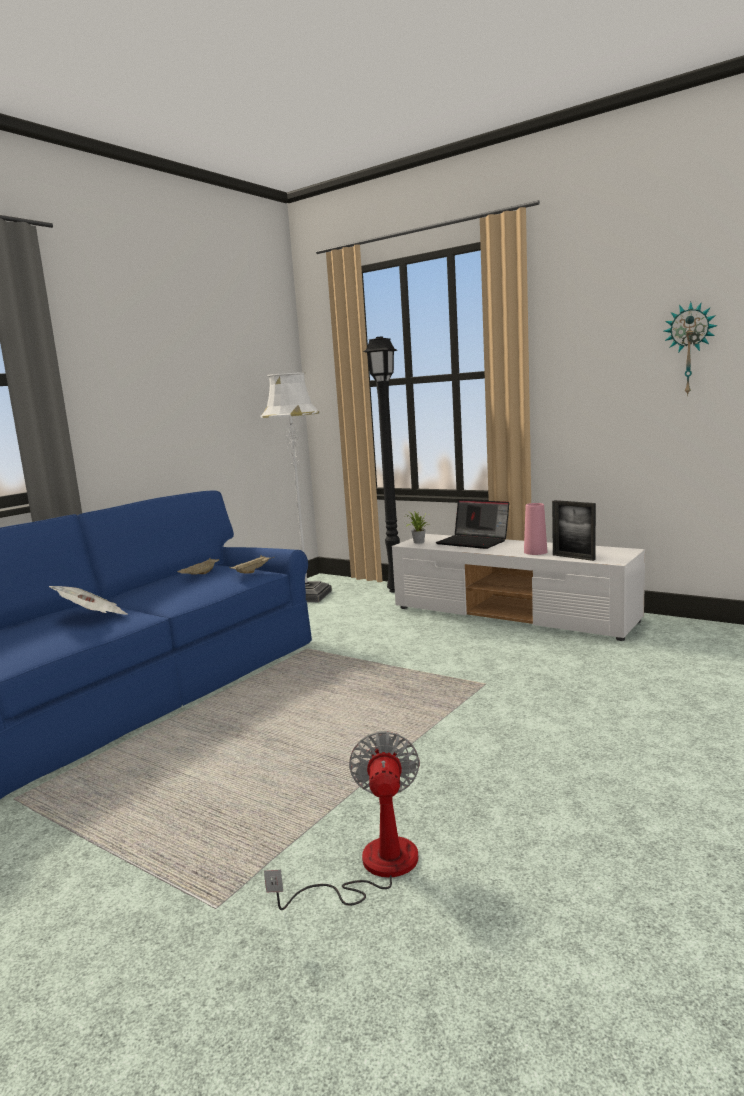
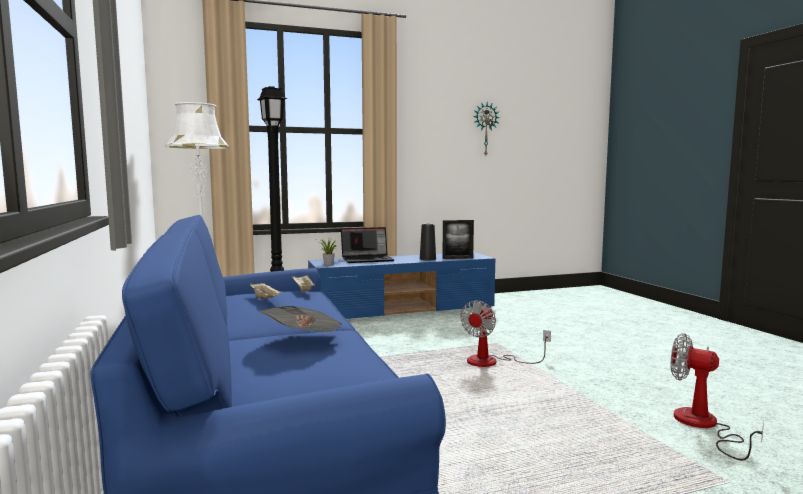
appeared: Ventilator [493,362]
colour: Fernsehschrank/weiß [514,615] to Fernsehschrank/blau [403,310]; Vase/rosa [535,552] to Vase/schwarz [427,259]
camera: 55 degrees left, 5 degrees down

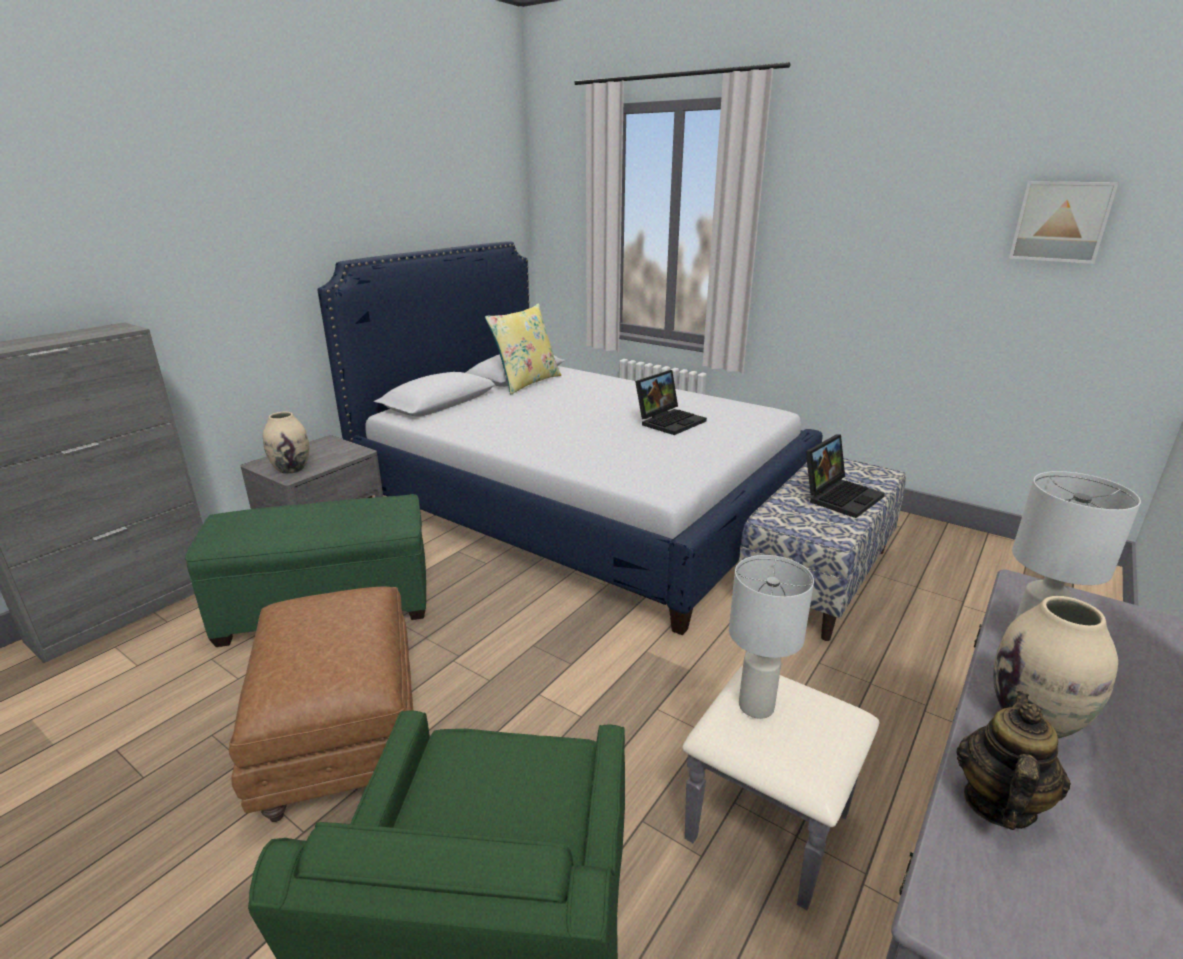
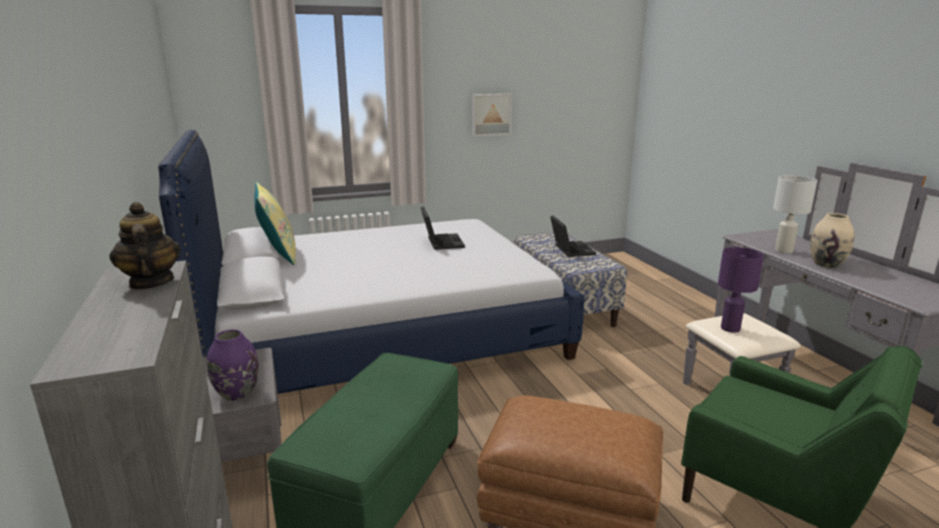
relocated: Teekanne [997,803] to [150,282]; Bild [1061,221] to [490,114]
colour: Vase/beige [291,469] to Vase/lila [237,393]; Tischlampe/weiß [755,706] to Tischlampe/lila [730,329]
camera: 55 degrees left, 5 degrees down

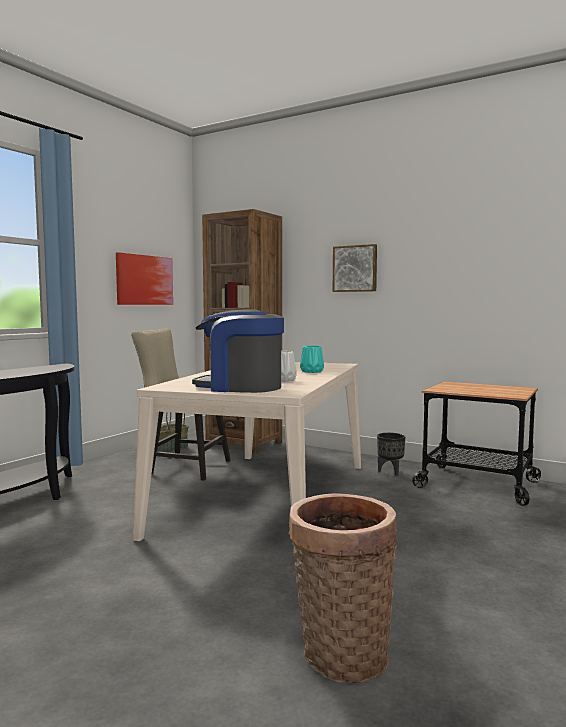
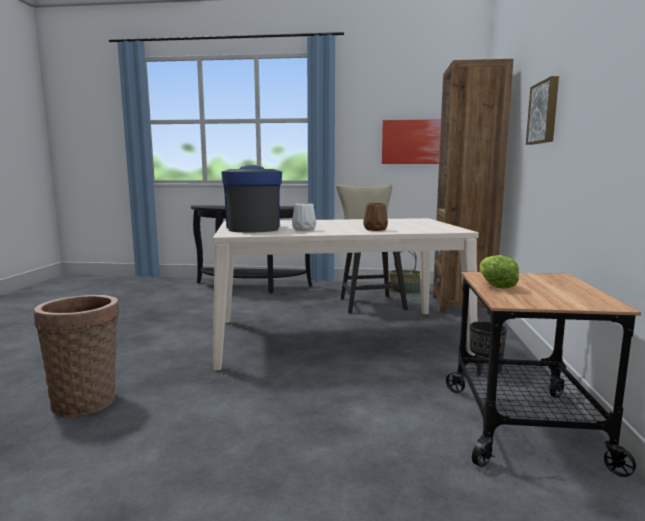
appeared: Salatkopf [495,285]
colour: Vase/türkis [312,371] to Vase/braun [376,229]
camera: 65 degrees right, 5 degrees up

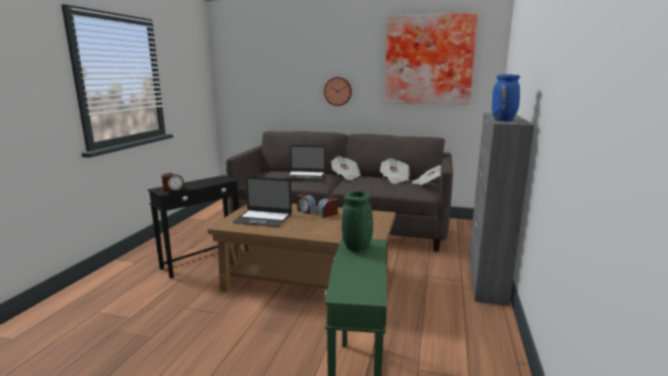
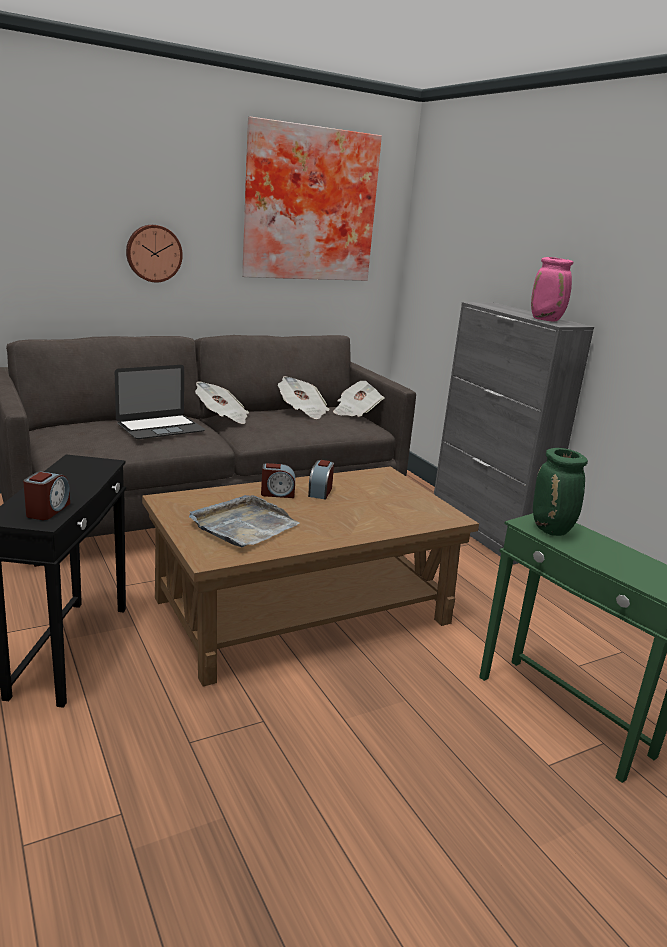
exchanged: Laptop [263,218] to Tablett/grau [243,525]
colour: Vase/blau [504,120] to Vase/rosa [546,320]
camera: 45 degrees left, 5 degrees up

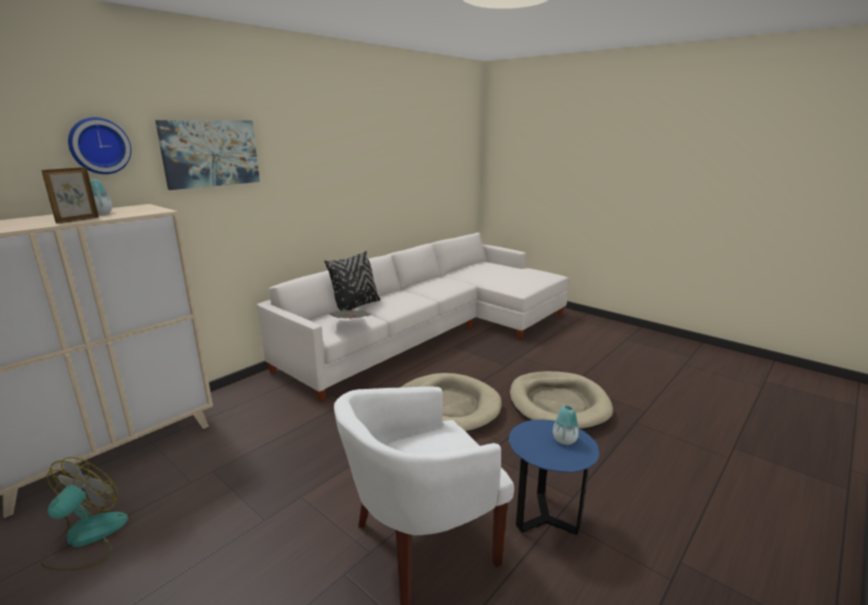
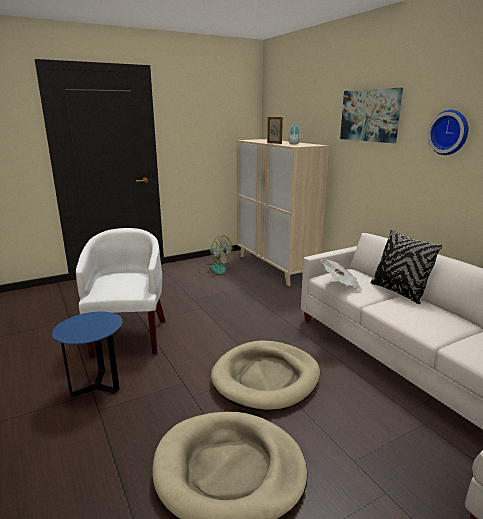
missing: Vase [564,440]
relocated: Wanduhr [99,146] to [450,132]
camera: 110 degrees right, 0 degrees up

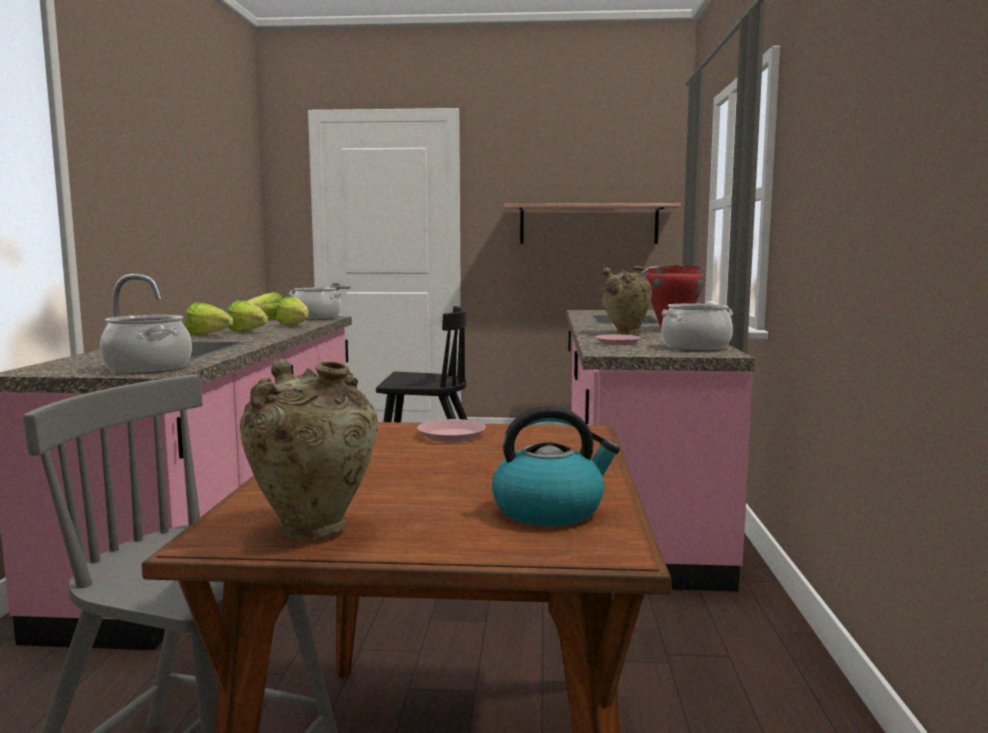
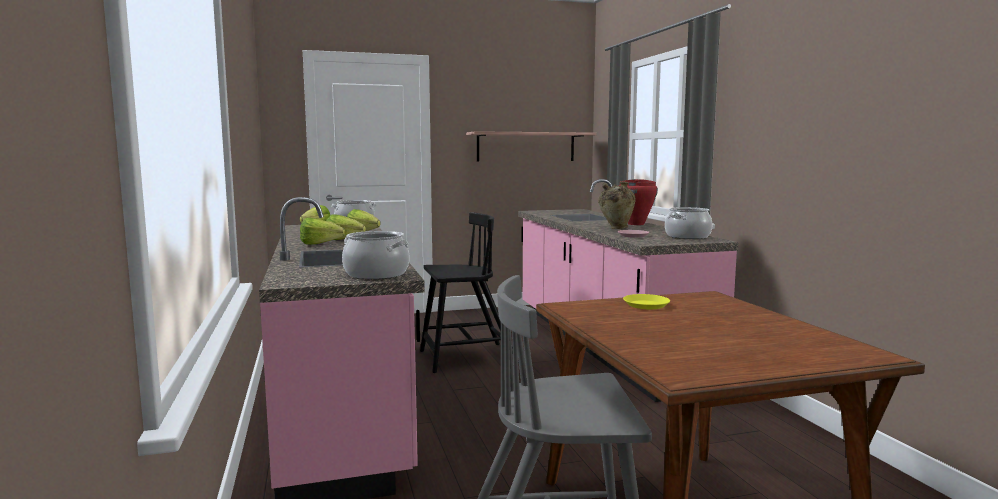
missing: Vase/beige [313,528]; Wasserkessel [550,510]
colour: Teller/rosa [452,435] to Teller/gelb [646,305]
camera: 20 degrees left, 0 degrees up

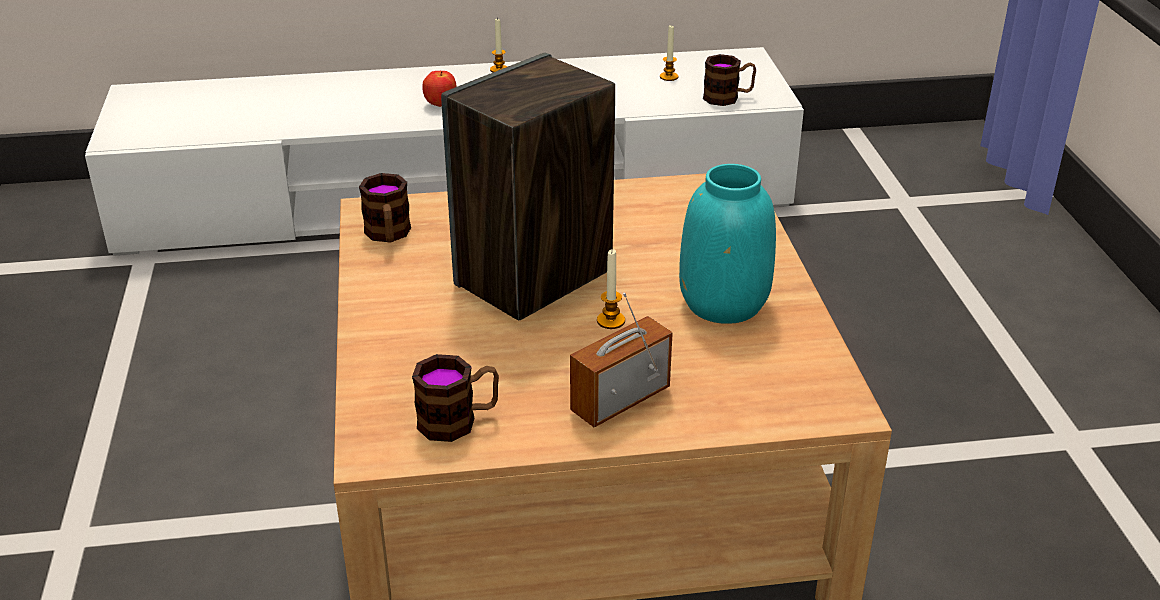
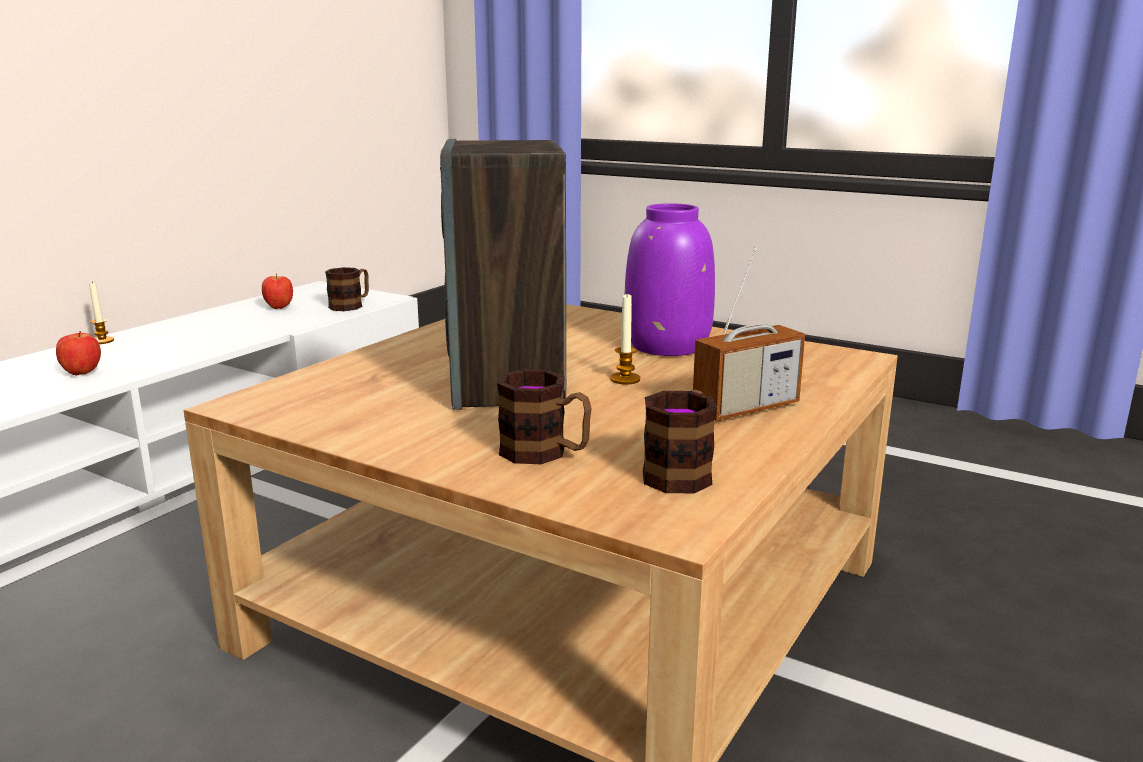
relocated: Henkelbecher [388,235] to [545,453]
exchanged: Kerze [669,77] to Apfel [278,308]
colour: Vase/türkis [725,304] to Vase/lila [668,346]
spun: Radio [620,400] = [746,408] 120 degrees counterclockwise
camera: 50 degrees left, 15 degrees down

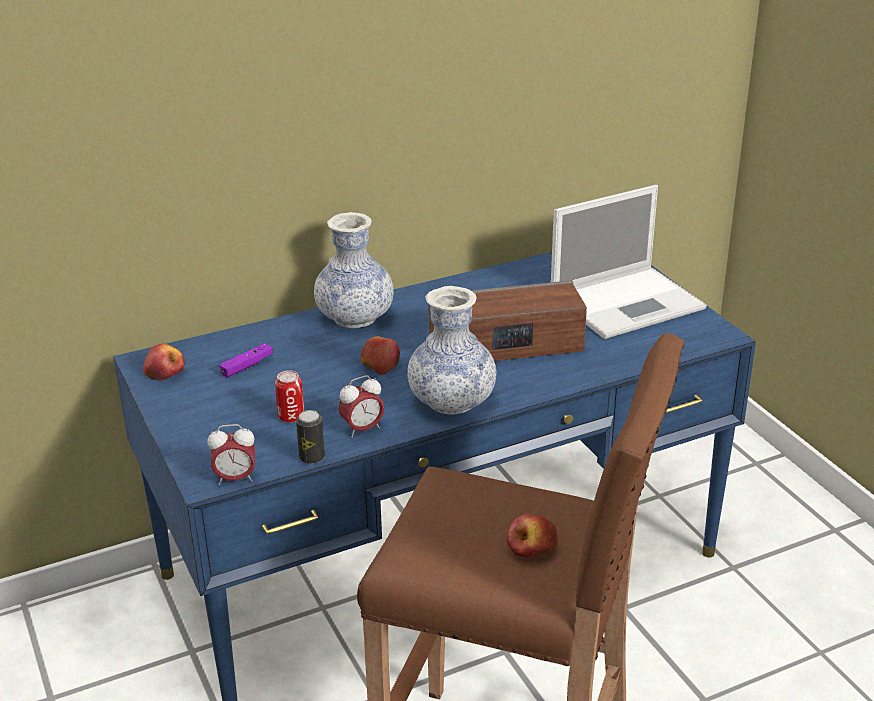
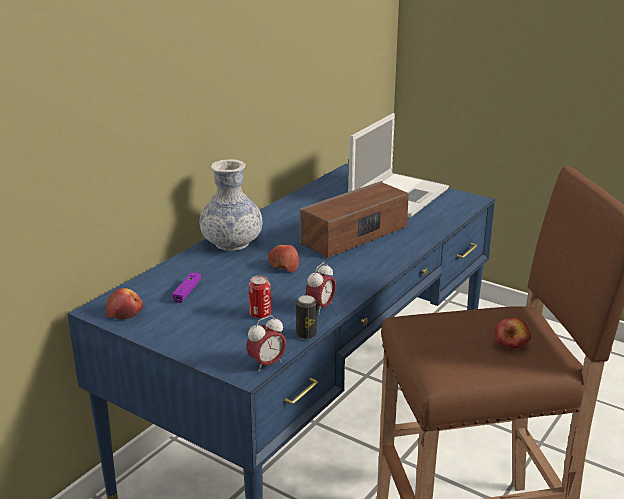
missing: Vase [451,401]
camera: 30 degrees left, 5 degrees down

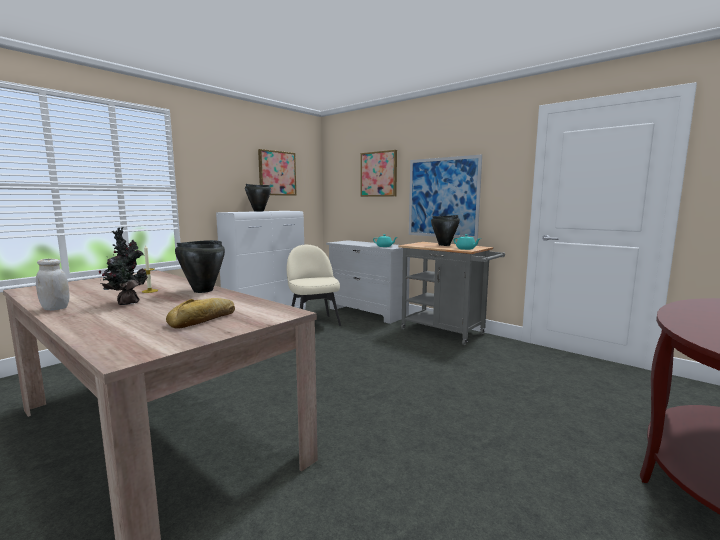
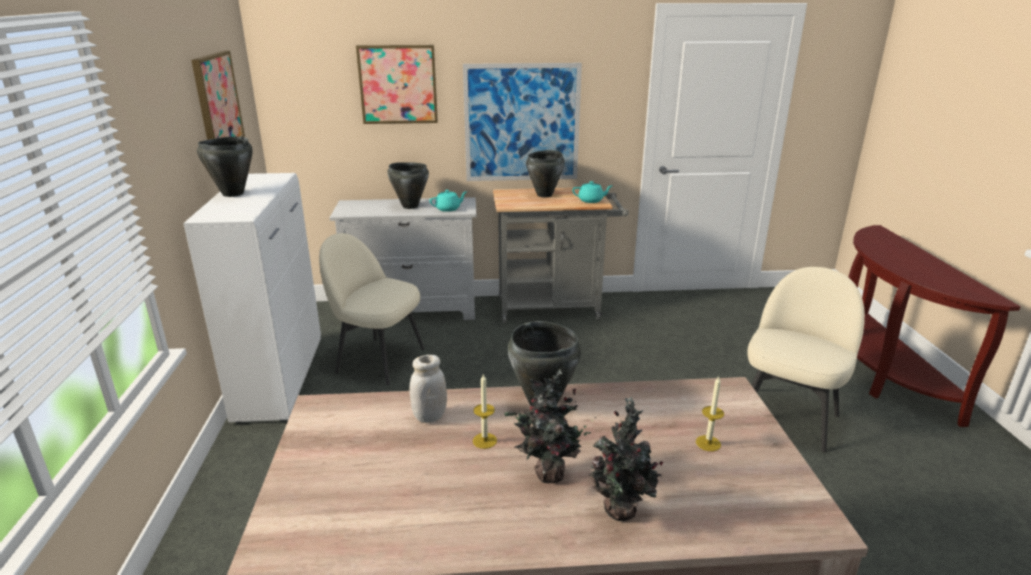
appeared: Kochtopf/schwarz [410,206]; Topfpflanze [621,513]; Stuhl/beige [788,417]
relocated: Vorratsglas/weiß [55,308] to [429,416]
exchanged: Brot [204,319] to Kerze [708,443]
camera: 45 degrees left, 15 degrees up

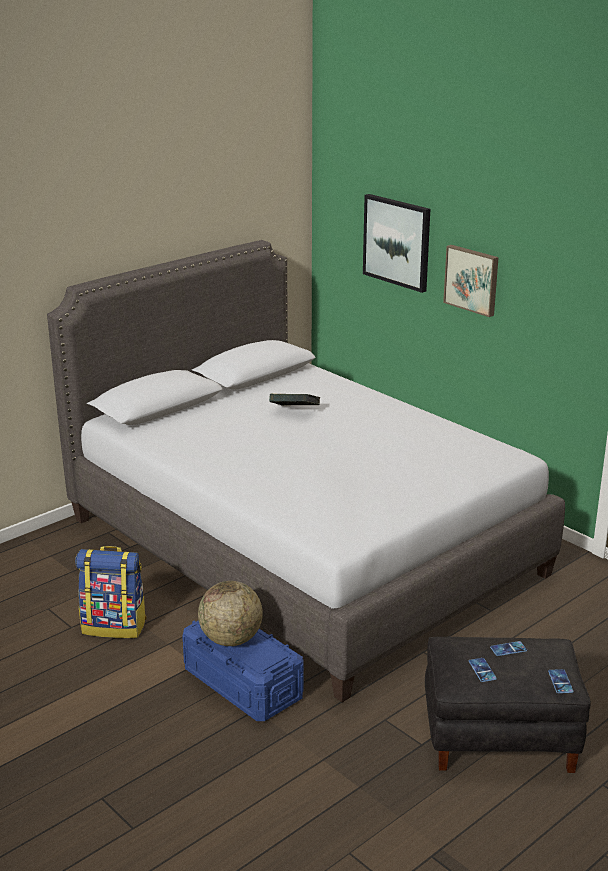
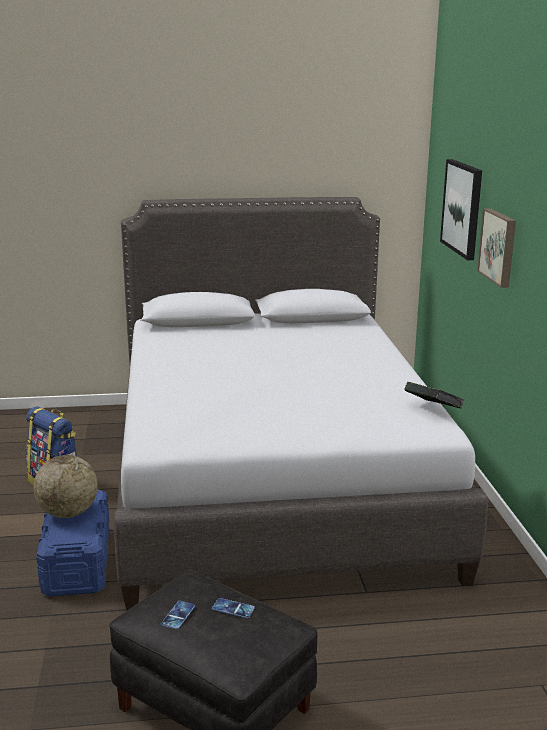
missing: Handy [560,681]
relocated: Buch [294,412] to [432,410]
camera: 35 degrees right, 5 degrees down

